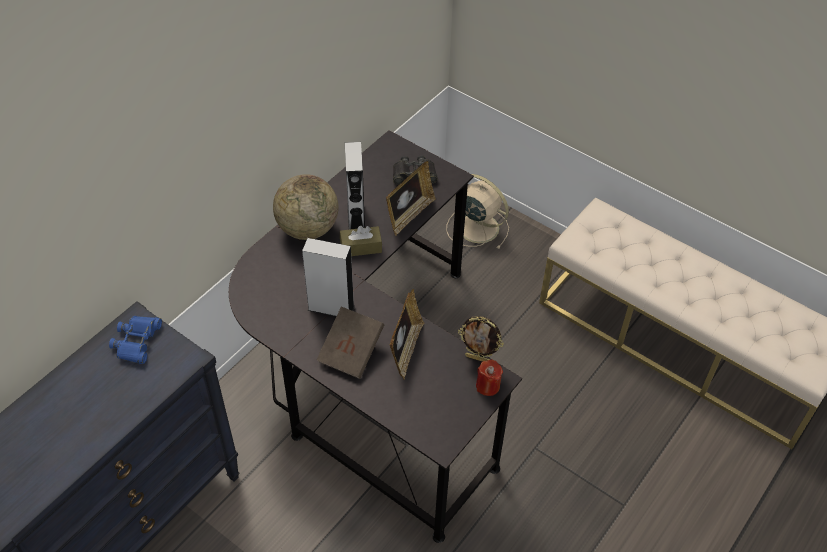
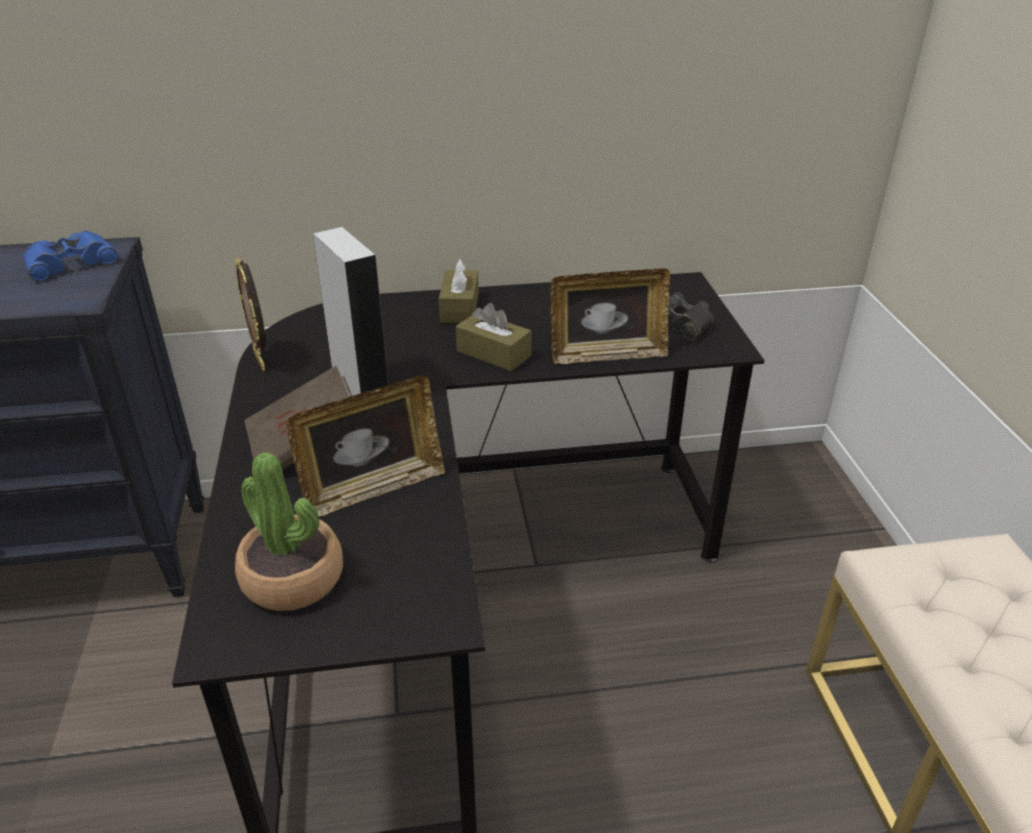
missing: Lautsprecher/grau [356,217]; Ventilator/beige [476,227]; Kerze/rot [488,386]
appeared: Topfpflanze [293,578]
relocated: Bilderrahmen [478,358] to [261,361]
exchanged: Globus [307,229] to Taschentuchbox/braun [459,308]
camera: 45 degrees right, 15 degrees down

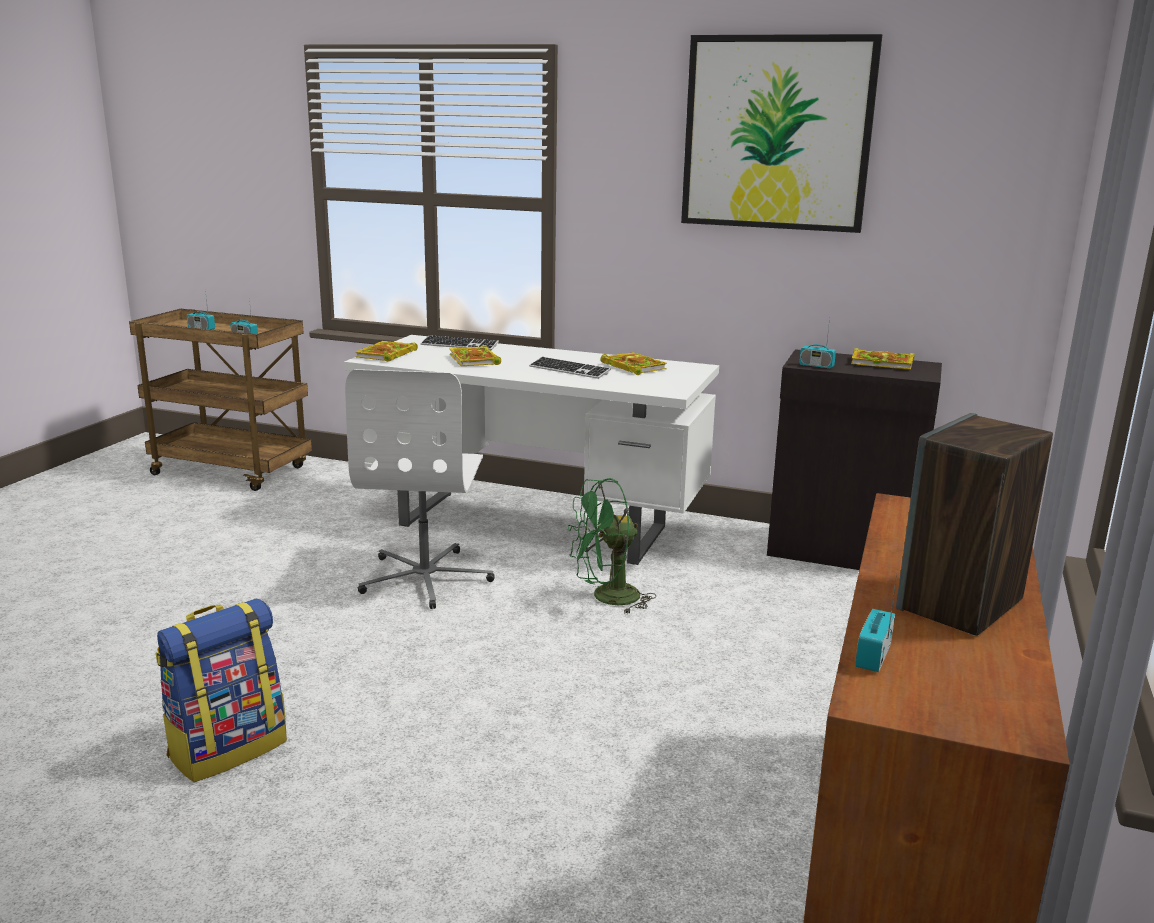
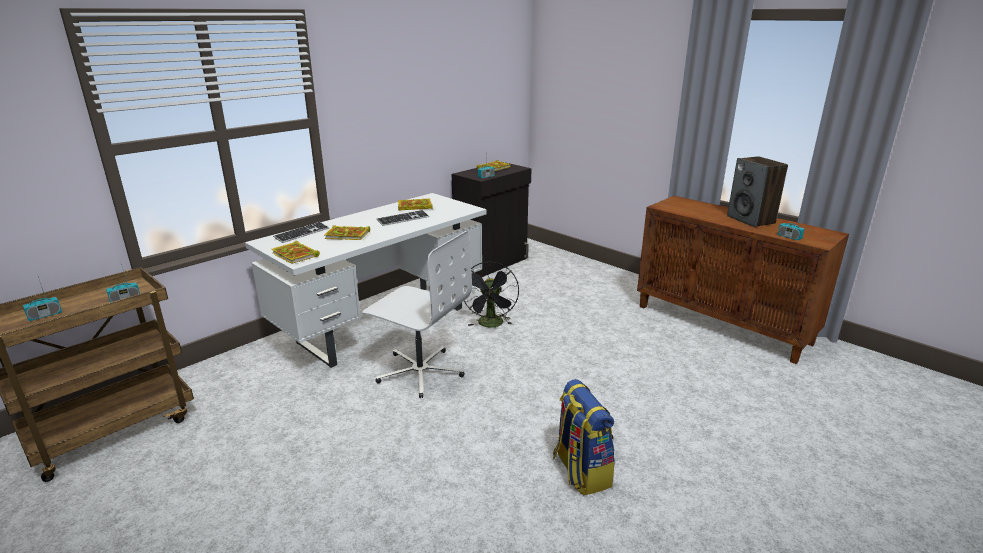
missing: Bild [777,133]
colour: Ventilator/grün [607,598] to Ventilator/schwarz [491,325]
camera: 65 degrees left, 5 degrees up

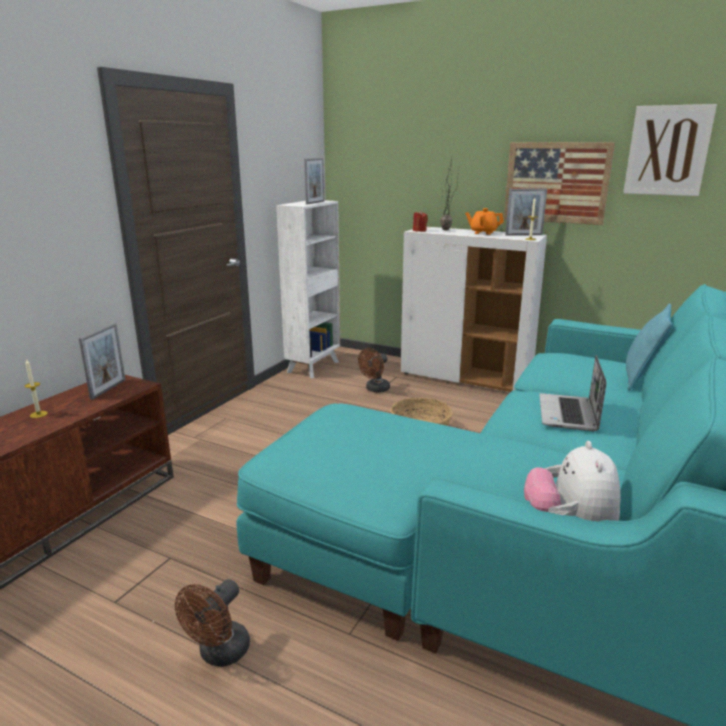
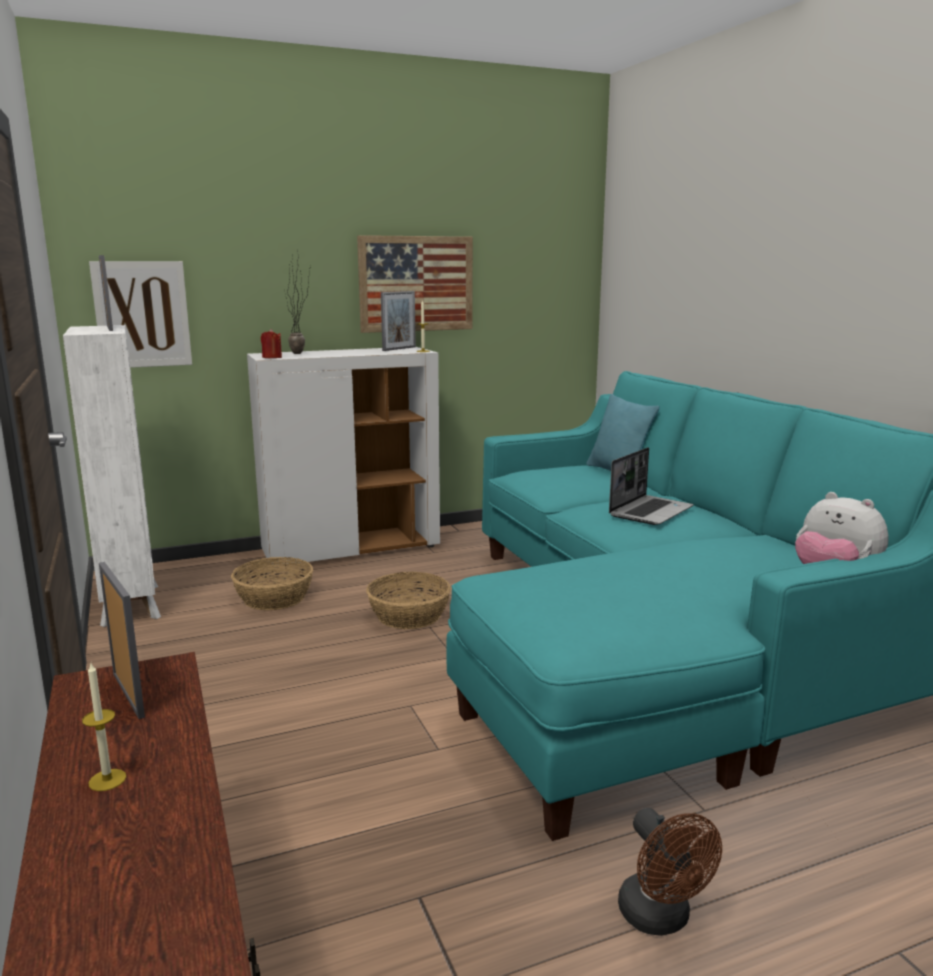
missing: Teekanne/orange [483,233]
relocated: Bild [667,151] to [142,314]
exchanged: Ventilator/braun [375,389] to Korb [274,598]
spun: Laptop [568,414] = [650,511] 105 degrees counterclockwise
camera: 50 degrees left, 5 degrees down

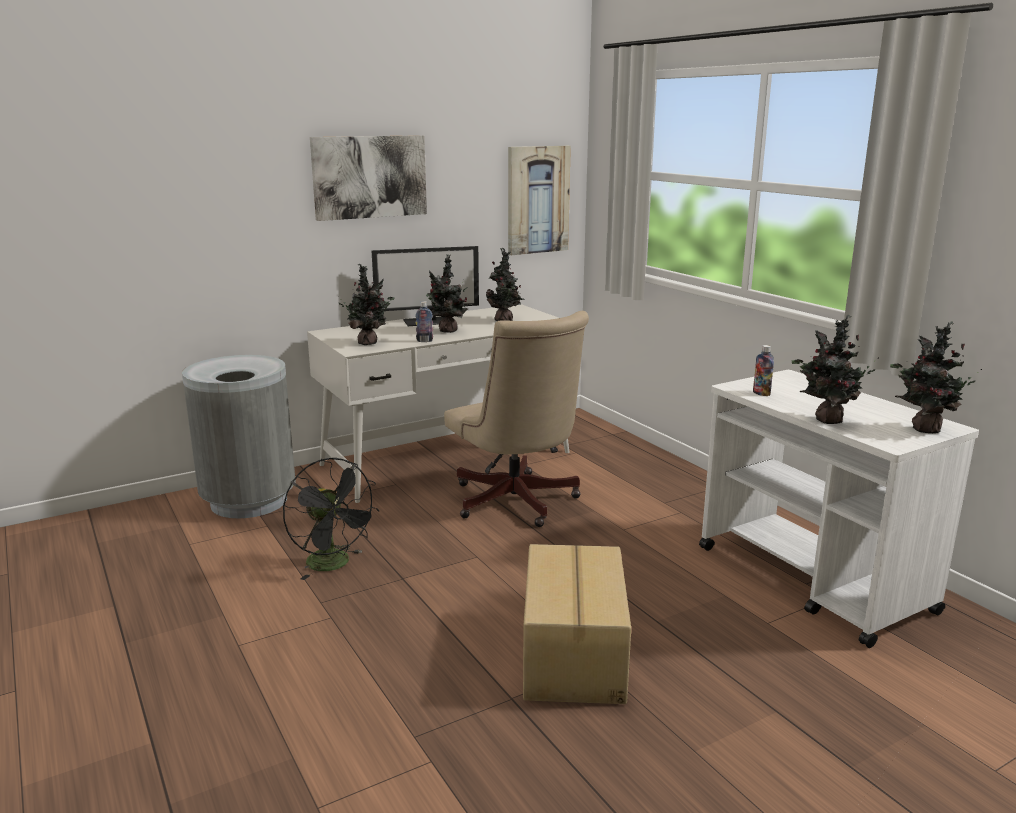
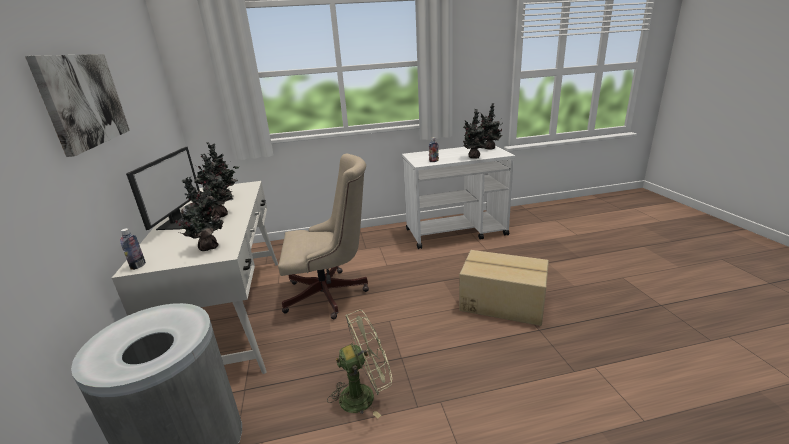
missing: Bild [537,200]
relocated: Flasche [424,341] to [138,266]
colour: Ventilator/schwarz [334,565] to Ventilator/grün [364,394]
camera: 70 degrees left, 5 degrees up

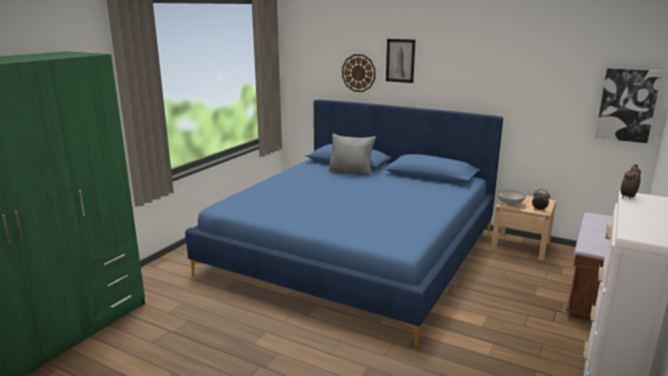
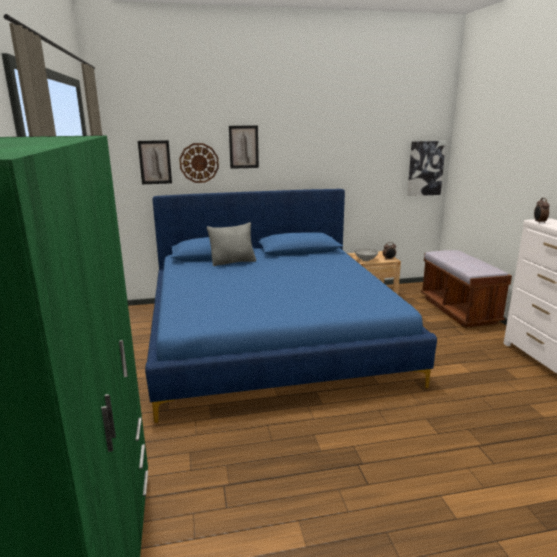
appeared: Bild [155,162]
camera: 40 degrees left, 0 degrees up

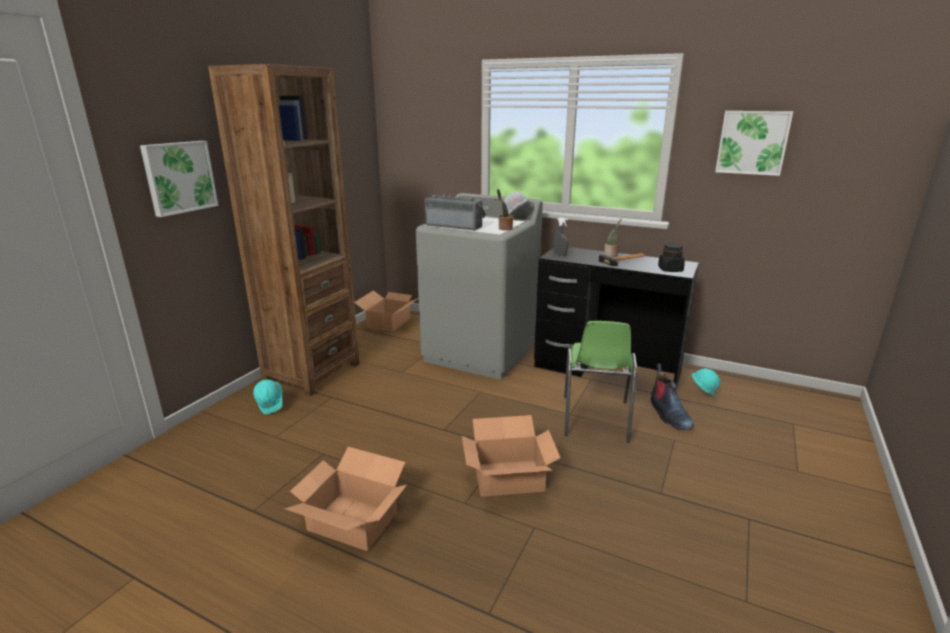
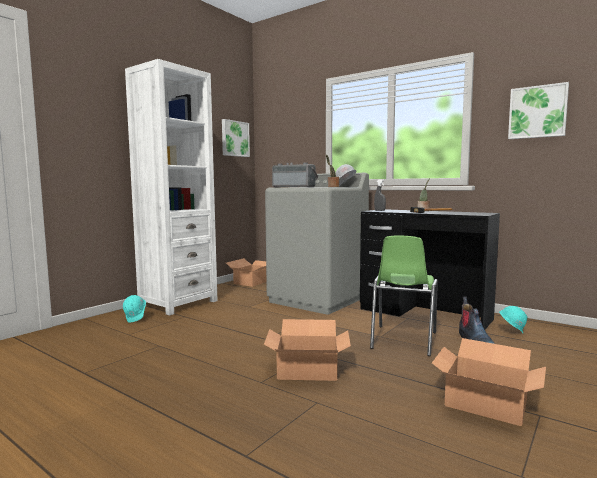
missing: Vorratsglas/schwarz [670,270]
relocated: Bild [179,177] to [234,138]; Karton [352,520] to [485,402]
colour: Bücherregal/braun [312,372] to Bücherregal/weiß [178,303]
camera: 10 degrees right, 15 degrees down

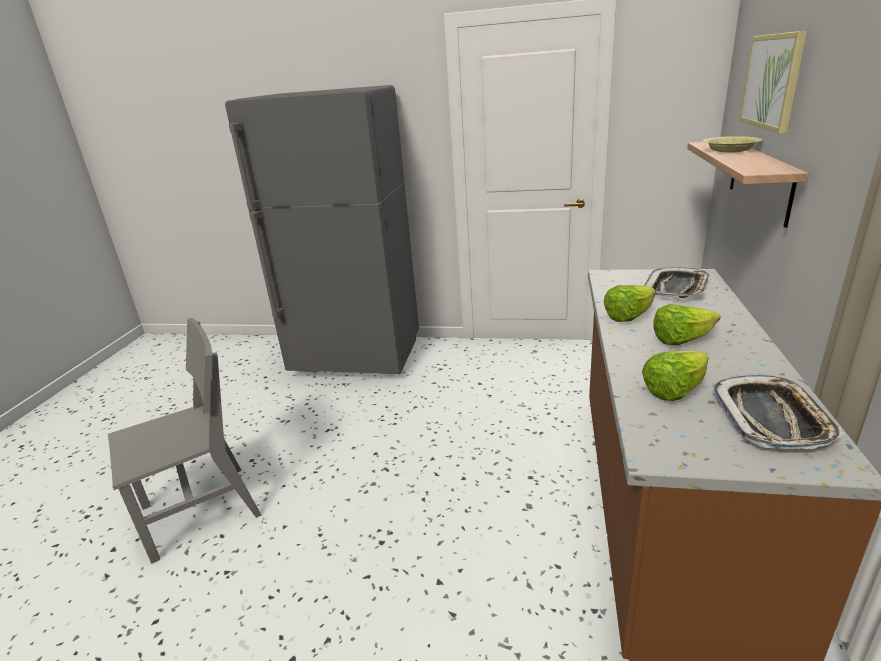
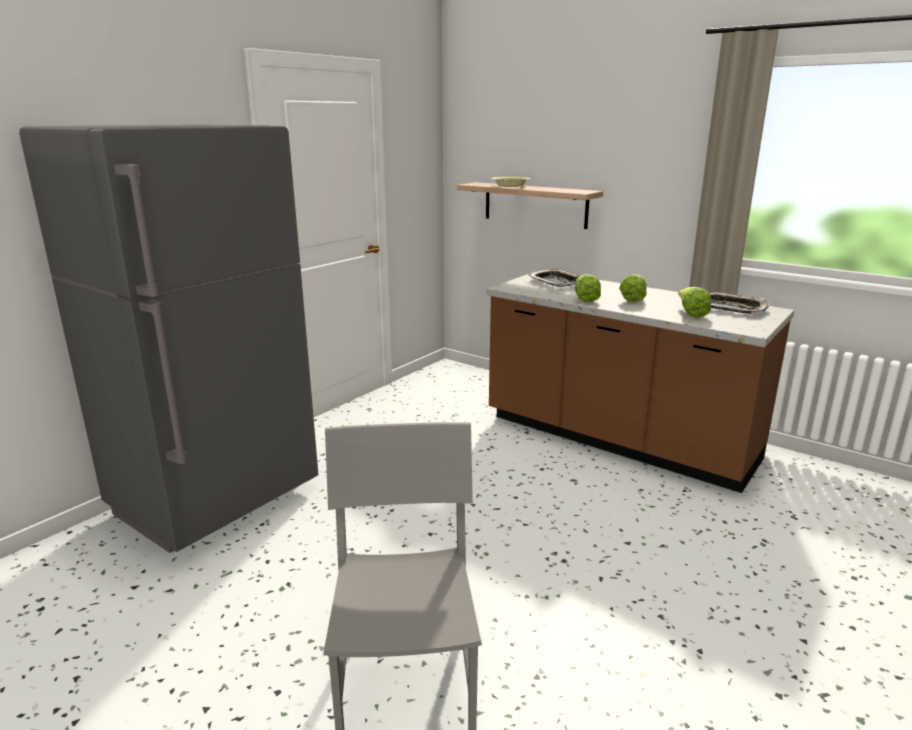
missing: Bild [772,81]
camera: 65 degrees left, 5 degrees down

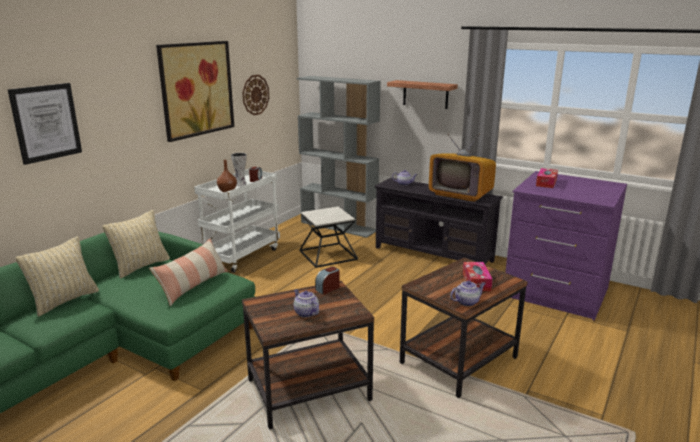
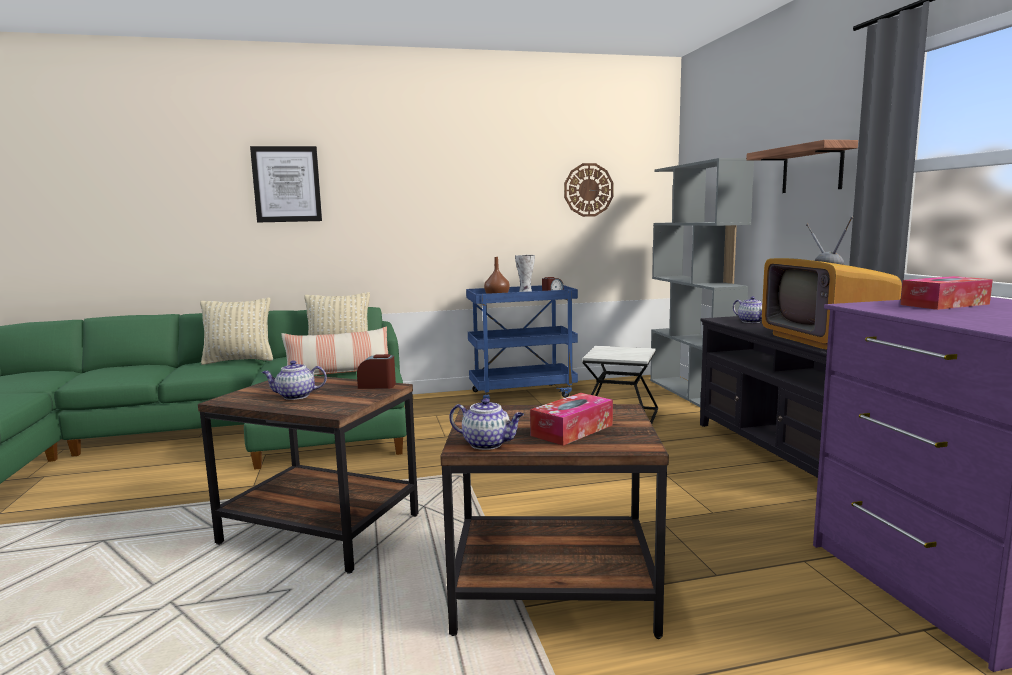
missing: Bild [196,89]
colour: Rollwagen/weiß [242,255] to Rollwagen/blau [523,393]
spun: Teekanne [305,313] = [295,396] 105 degrees counterclockwise
camera: 45 degrees right, 10 degrees down

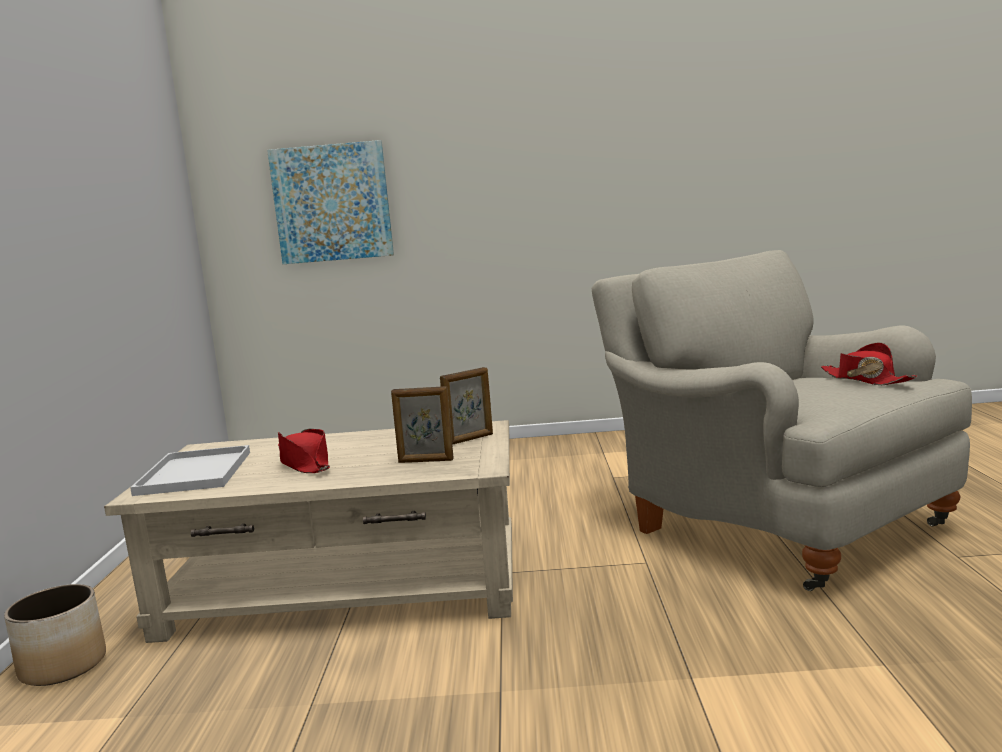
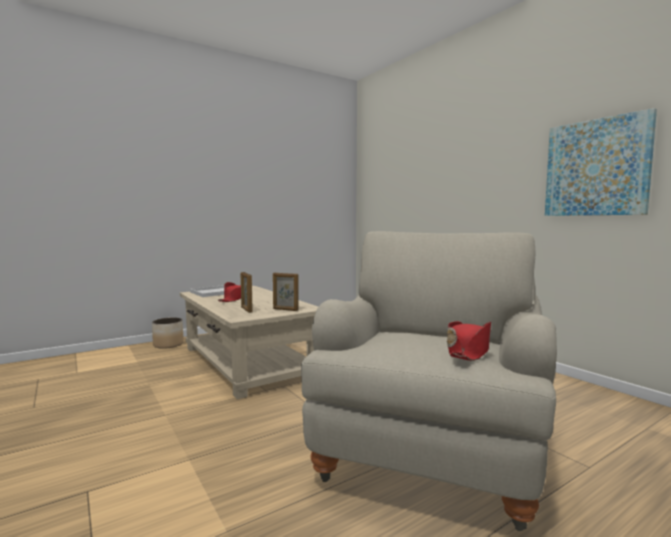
relocated: Bild [332,203] to [596,168]
camera: 55 degrees right, 5 degrees down

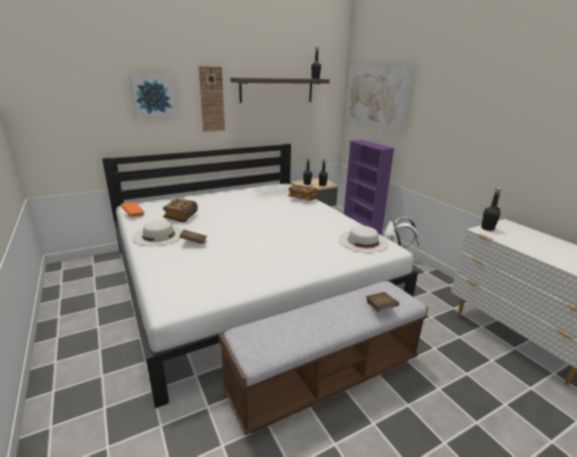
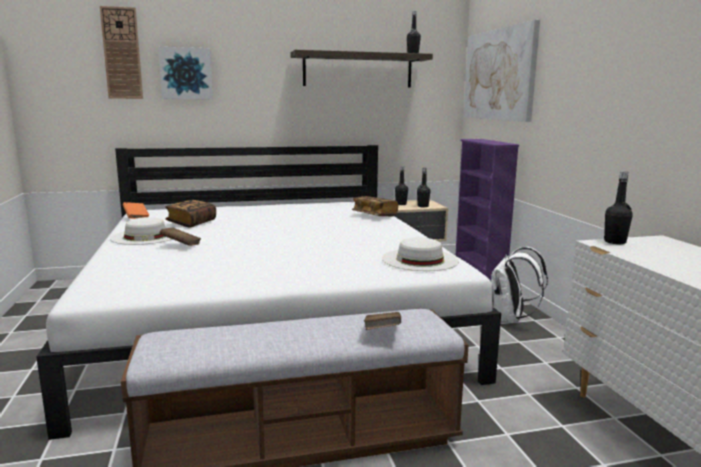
relocated: Wanduhr [212,99] to [122,53]
camera: 15 degrees right, 10 degrees down

